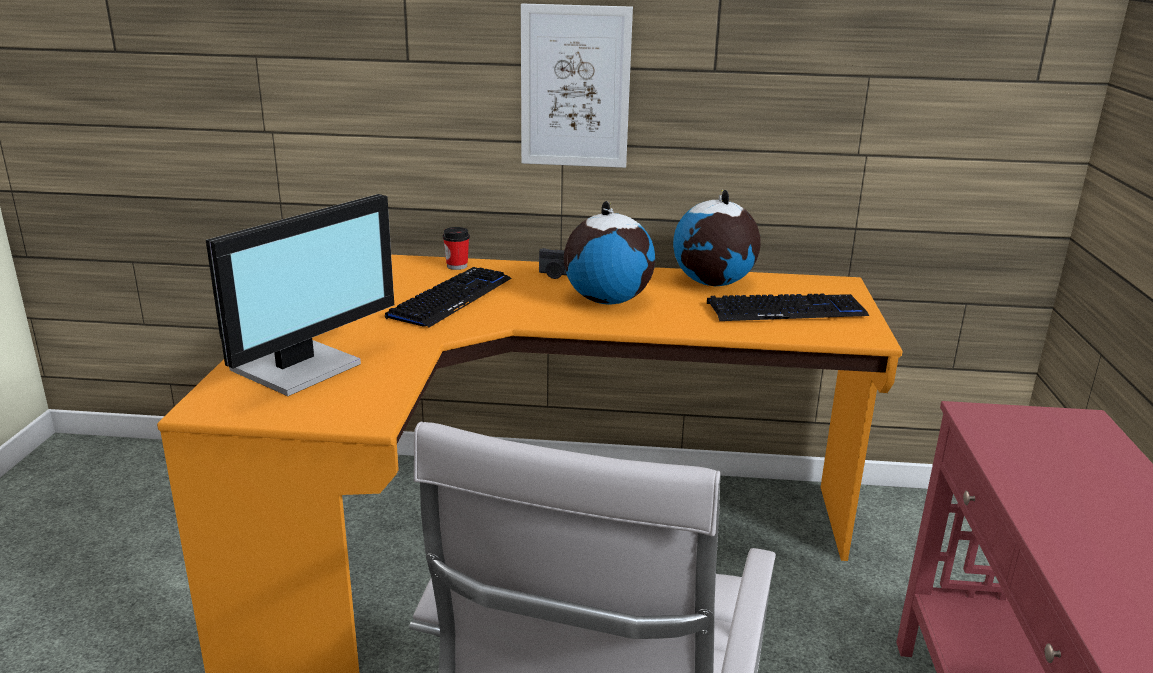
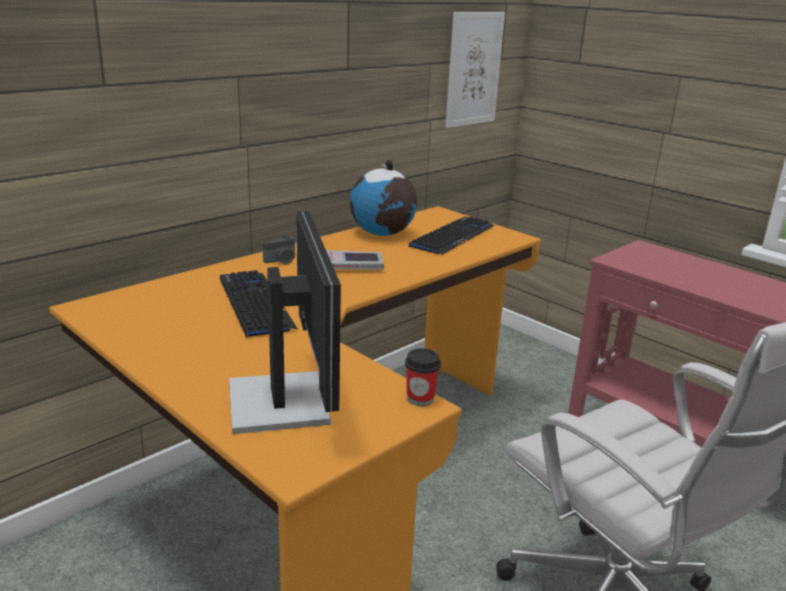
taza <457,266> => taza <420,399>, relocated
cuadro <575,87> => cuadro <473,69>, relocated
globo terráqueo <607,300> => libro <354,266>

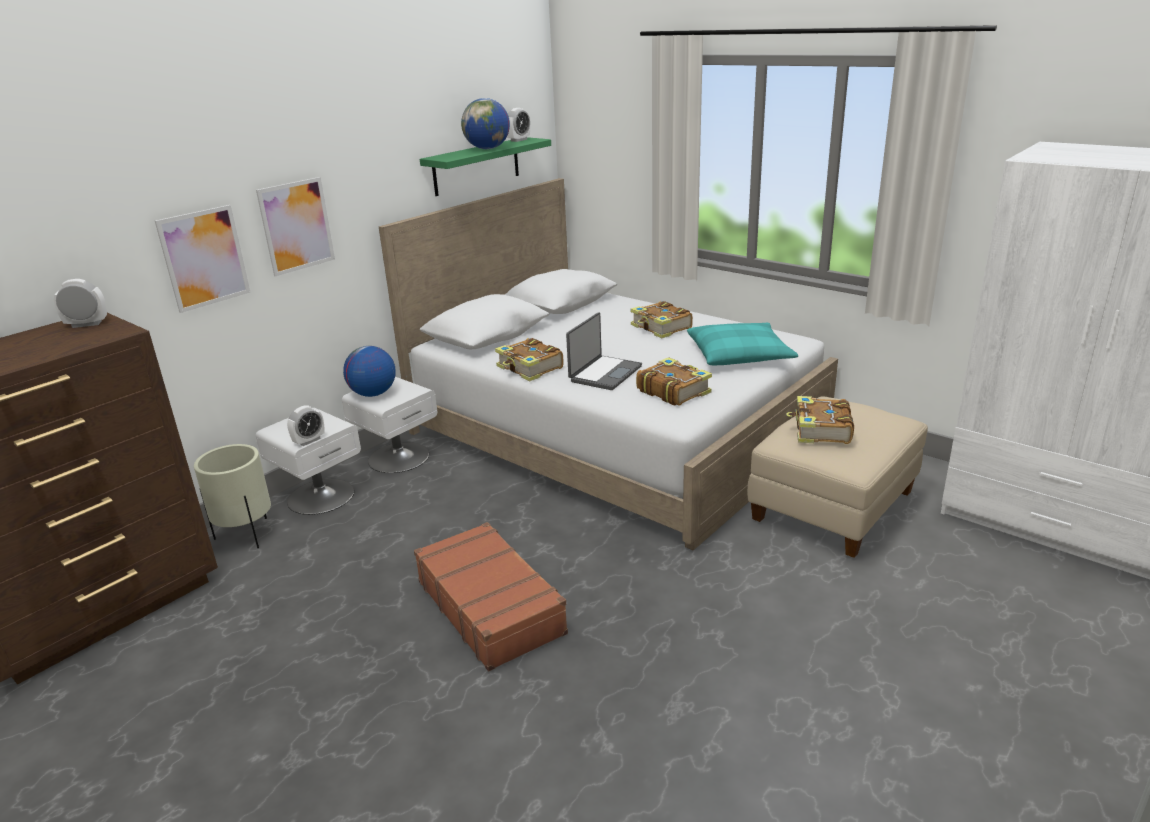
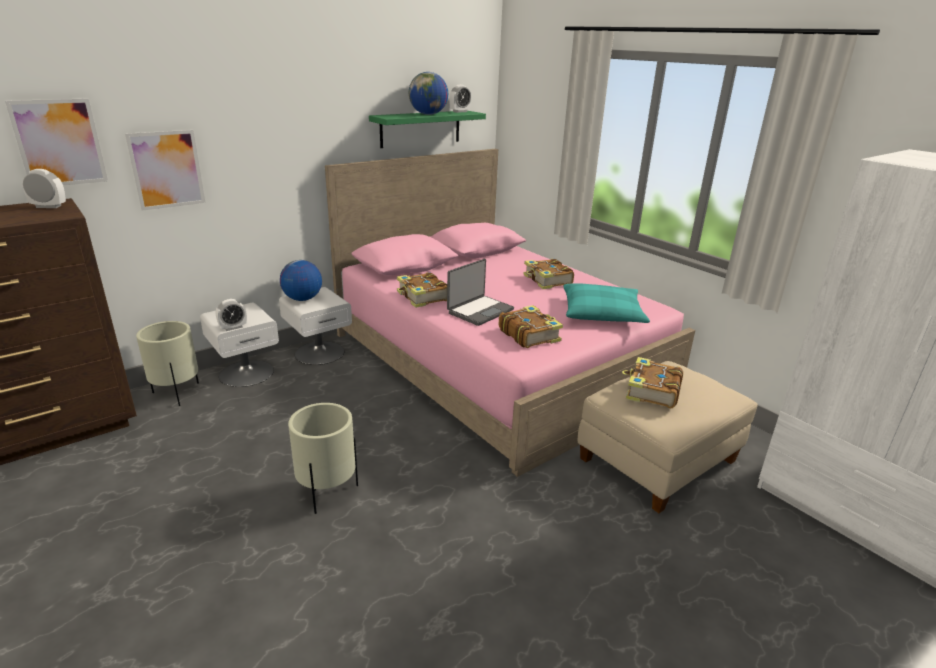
cuadro <296,226> => cuadro <59,143>, relocated
maleta [marrón] <491,606> => maceta [beis] <327,492>
cama [blanco] <616,431> => cama [rosa] <498,361>

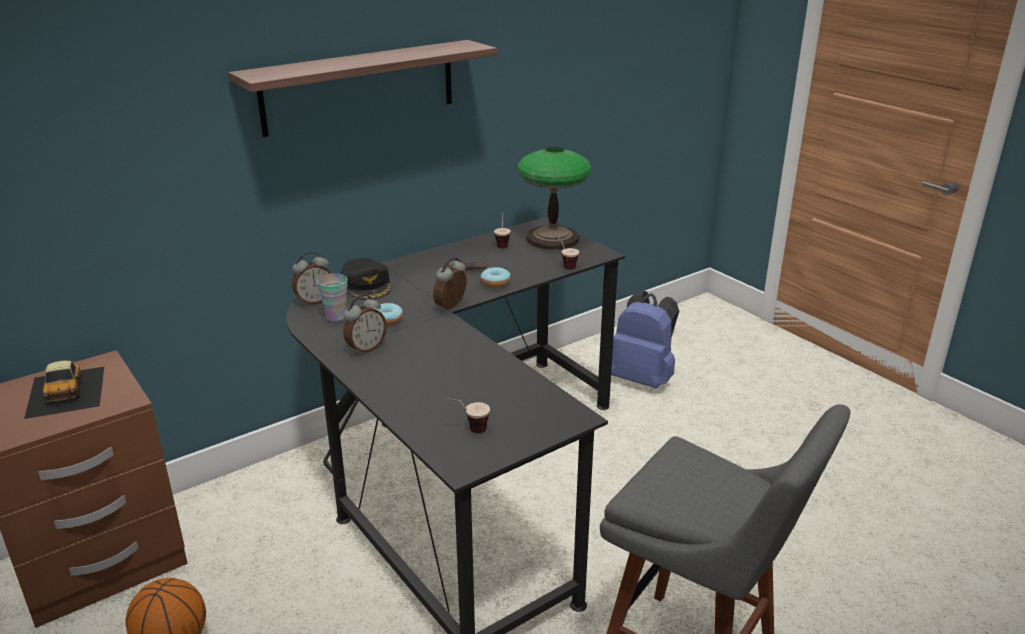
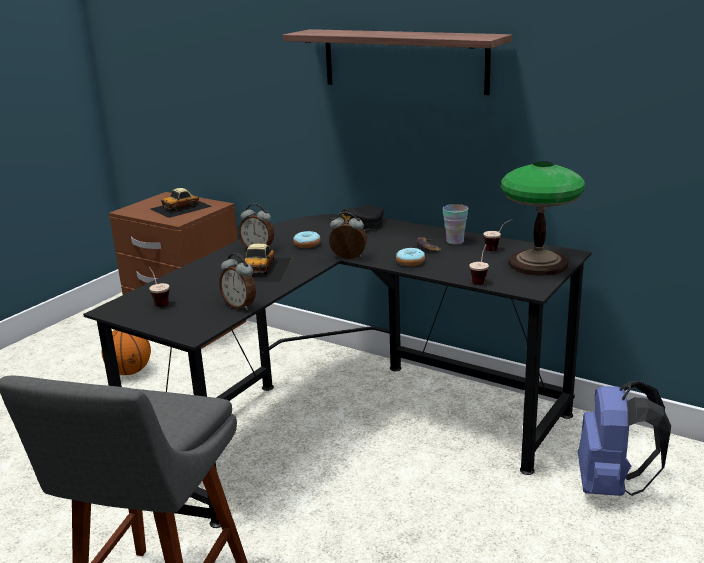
nothing => coche de juguete <260,268>
despertador <315,301> => despertador <240,306>, relocated
taza <336,317> => taza <455,241>, relocated

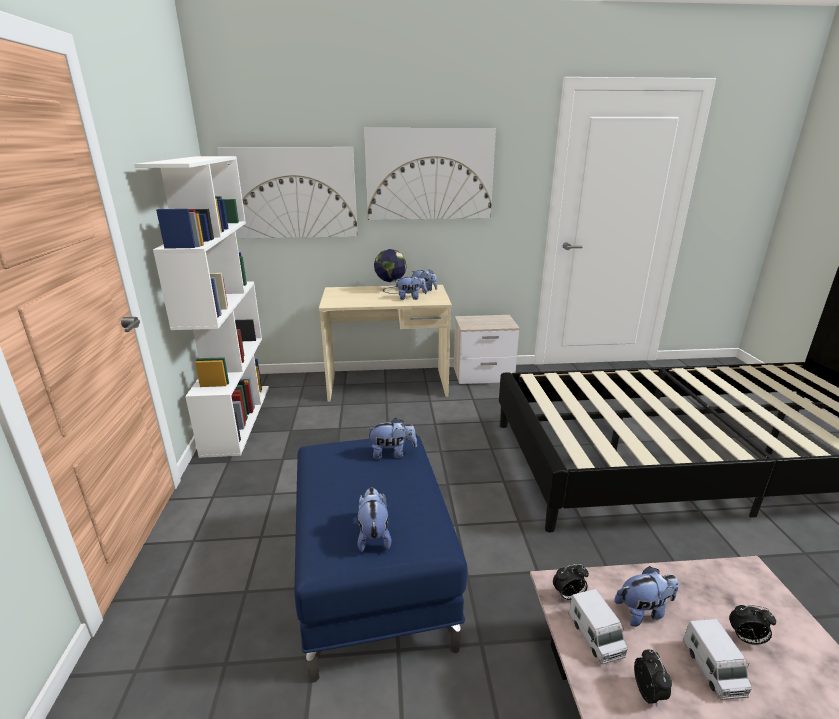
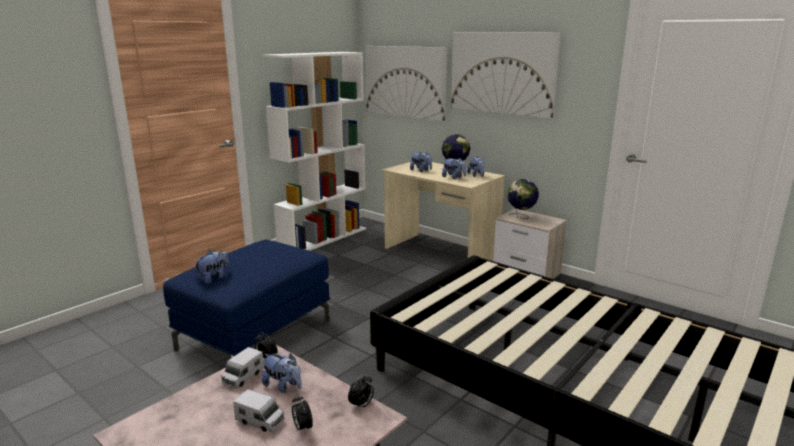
nothing => globo terráqueo <521,217>
peluche <392,453> => peluche <421,170>, relocated
despertador <648,693> => despertador <361,405>, relocated
camión de juguete <713,669> => camión de juguete <260,421>, 105 degrees counterclockwise

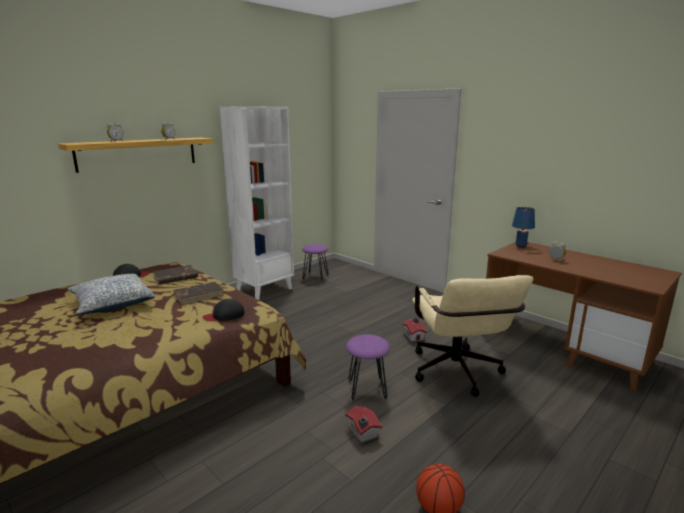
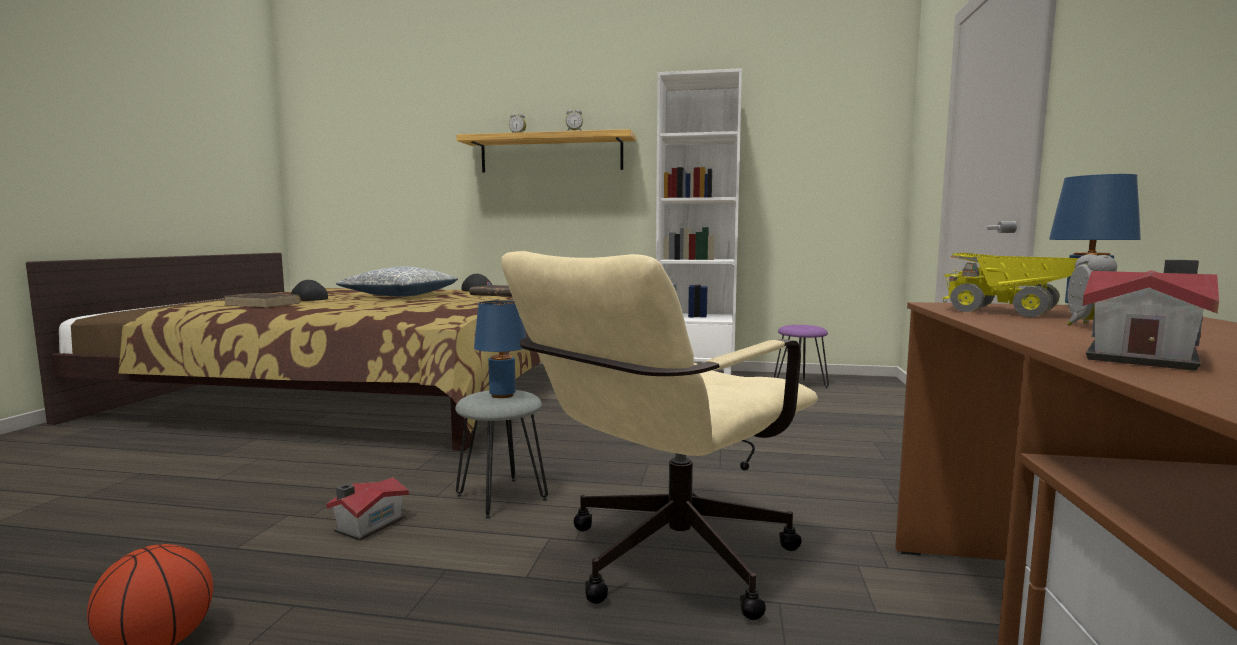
nothing => lámpara de mesa [azul] <501,395>
nothing => camión de juguete <1010,312>
libro [marrón] <199,295> => libro [marrón] <263,304>, relocated
gorra [negro] <224,315> => gorra [negro] <307,299>, relocated
casita <414,336> => casita <1146,356>, relocated
taburete [morado] <367,390> => taburete [gris] <502,498>

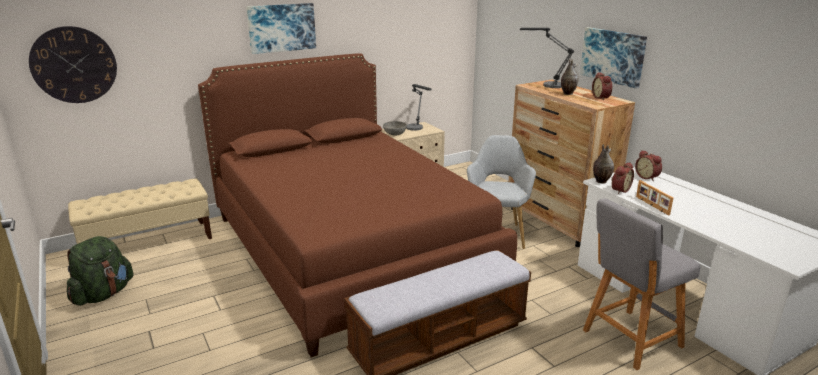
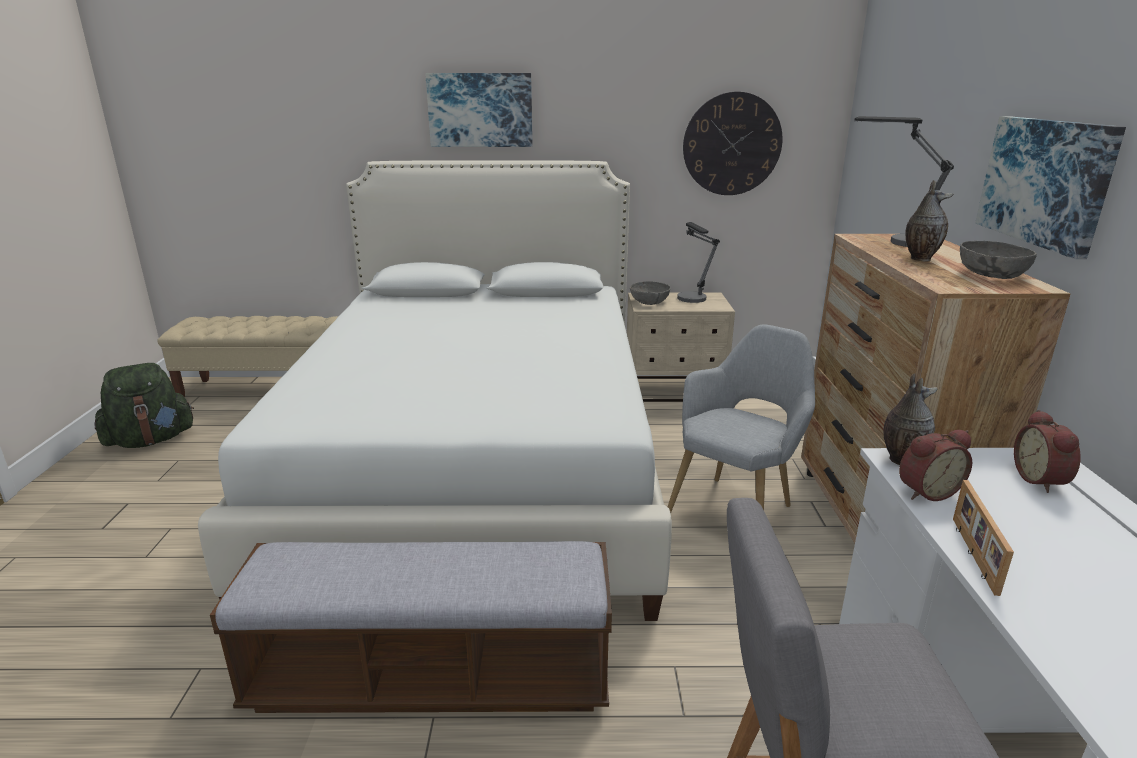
reloj de pared <74,65> => reloj de pared <732,144>, relocated
despertador <601,98> => cuenco [gris] <991,275>
cama [marrón] <350,248> => cama [blanco] <479,466>

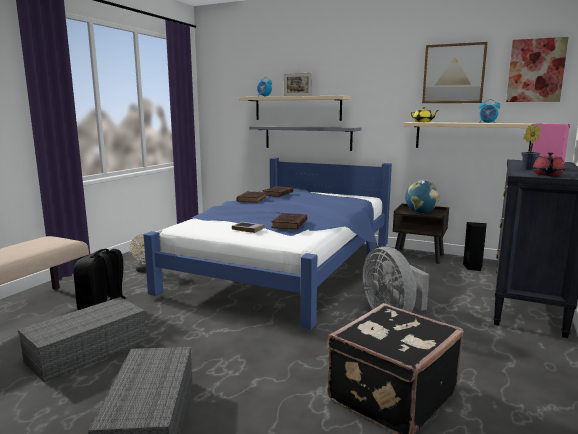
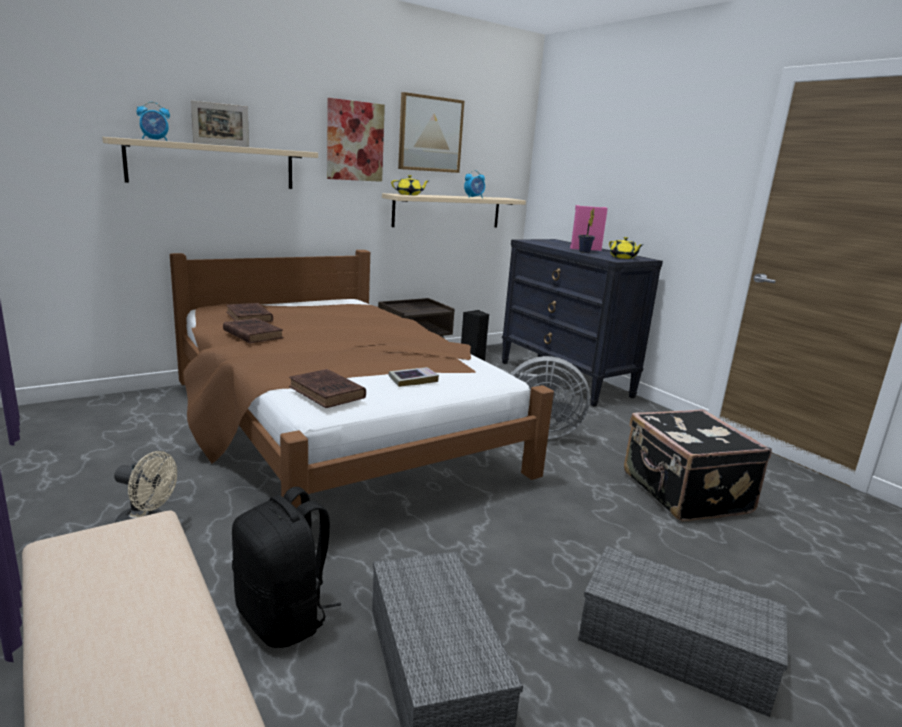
estante [gris] <307,137> => nothing
globo terráqueo <420,212> => nothing
libro [marrón] <289,224> => libro [marrón] <328,393>, relocated
cuadro <536,70> => cuadro <355,141>, relocated
cama [azul] <285,268> => cama [marrón] <336,429>
tetera [rojo] <547,174> => tetera [amarillo] <623,257>

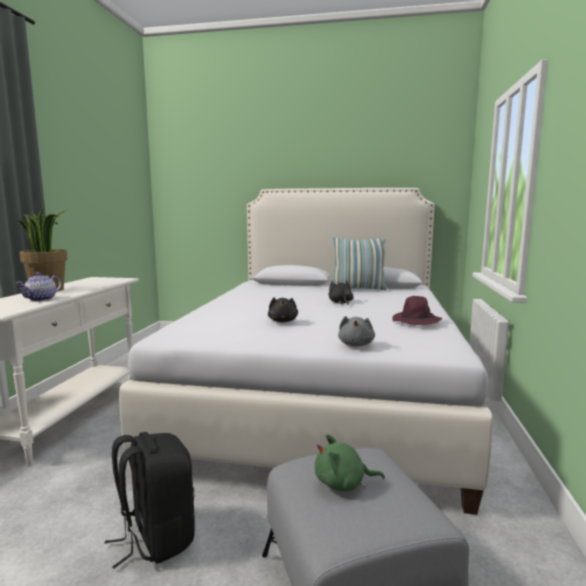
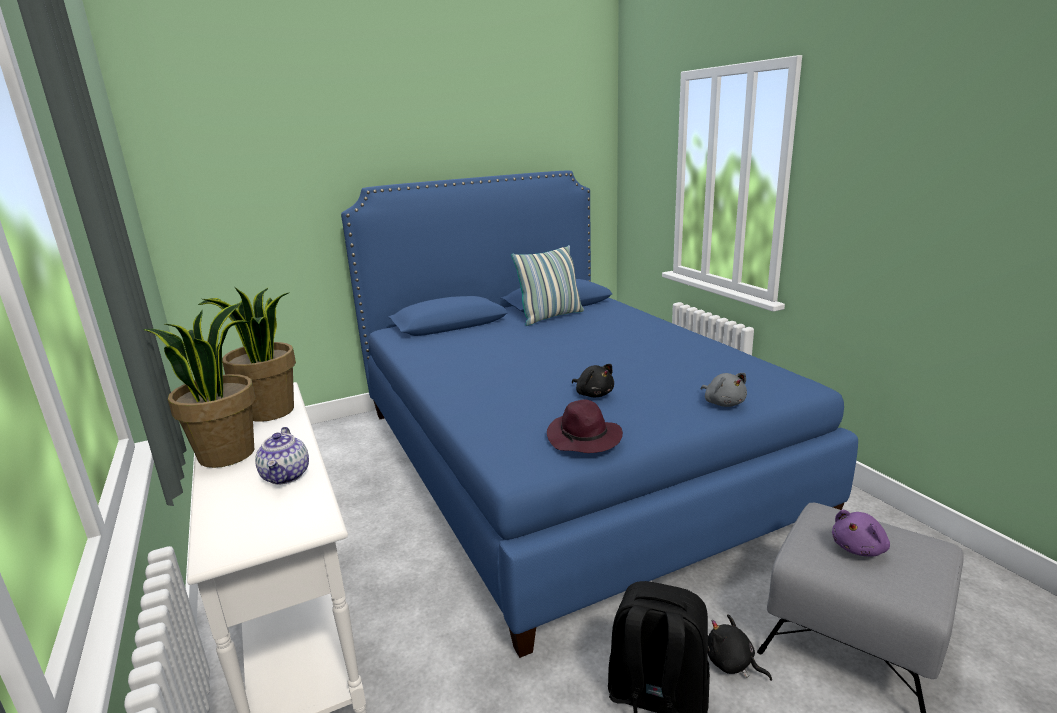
nothing => planta en maceta <270,412>
peluche [negro] <340,303> => peluche [negro] <732,663>, relocated
sombrero [morado] <416,321> => sombrero [morado] <584,438>, relocated
cama [blanco] <320,392> => cama [azul] <562,459>
peluche [verde] <343,484> => peluche [morado] <859,548>

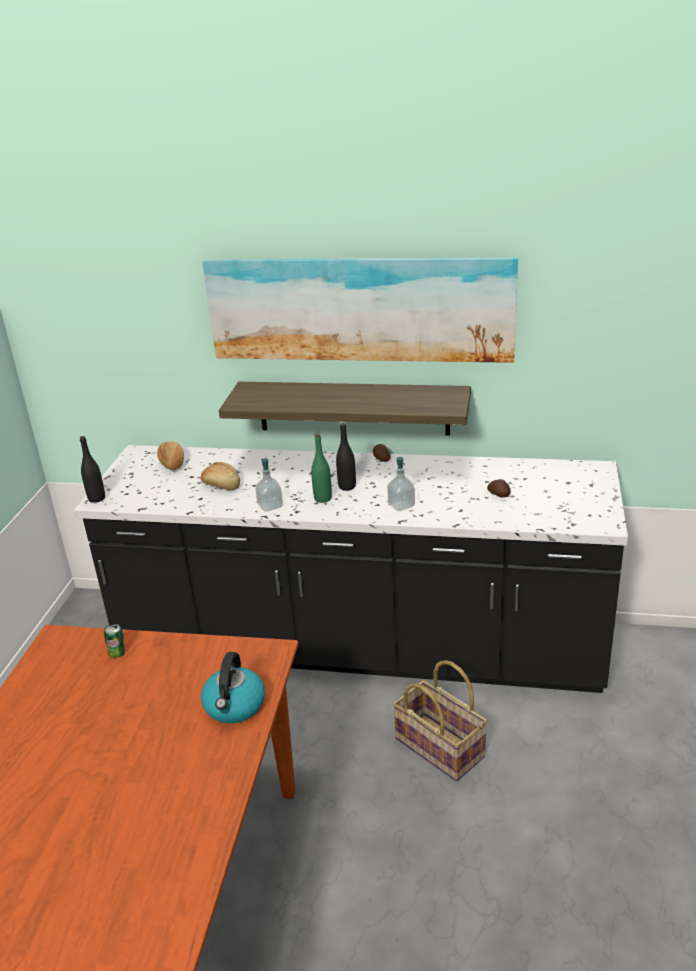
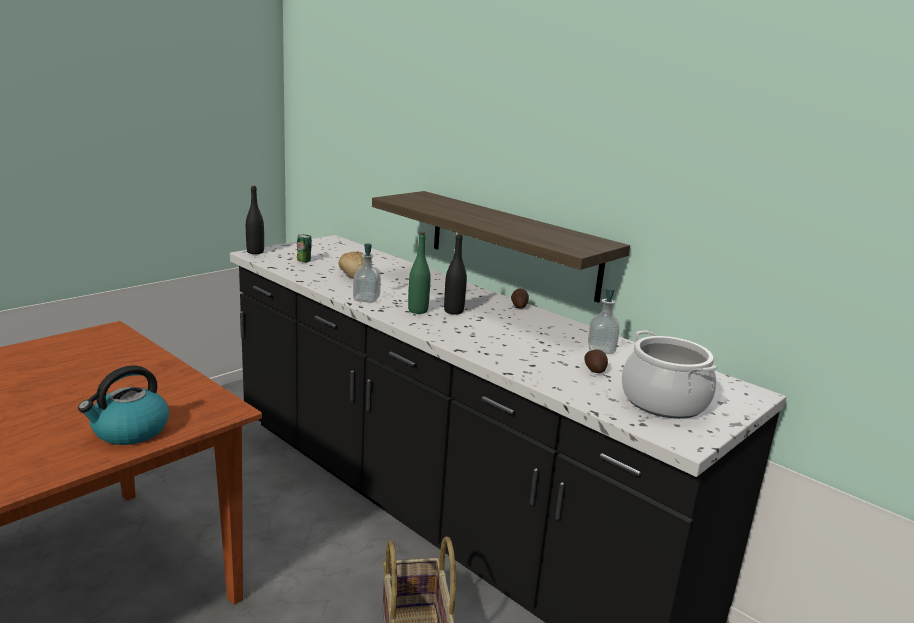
pan <172,463> => nothing
cuadro <359,308> => nothing
nothing => olla <664,401>
lata <117,653> => lata <304,261>, relocated
dispensador de jabón <401,505> => dispensador de jabón <601,349>, relocated

